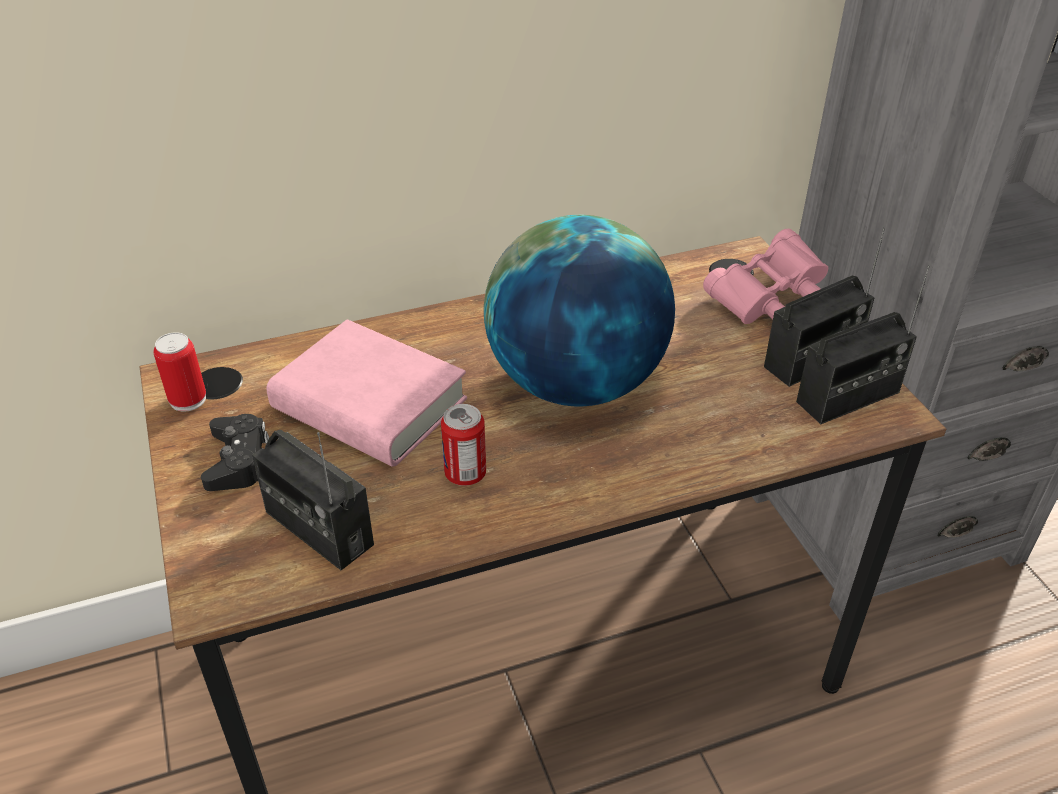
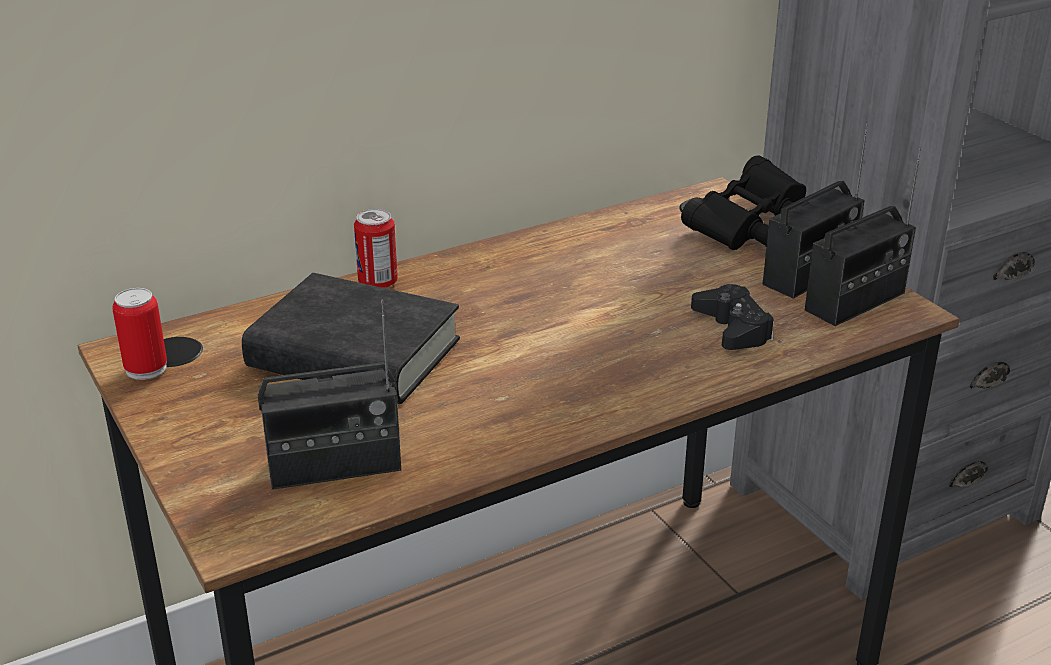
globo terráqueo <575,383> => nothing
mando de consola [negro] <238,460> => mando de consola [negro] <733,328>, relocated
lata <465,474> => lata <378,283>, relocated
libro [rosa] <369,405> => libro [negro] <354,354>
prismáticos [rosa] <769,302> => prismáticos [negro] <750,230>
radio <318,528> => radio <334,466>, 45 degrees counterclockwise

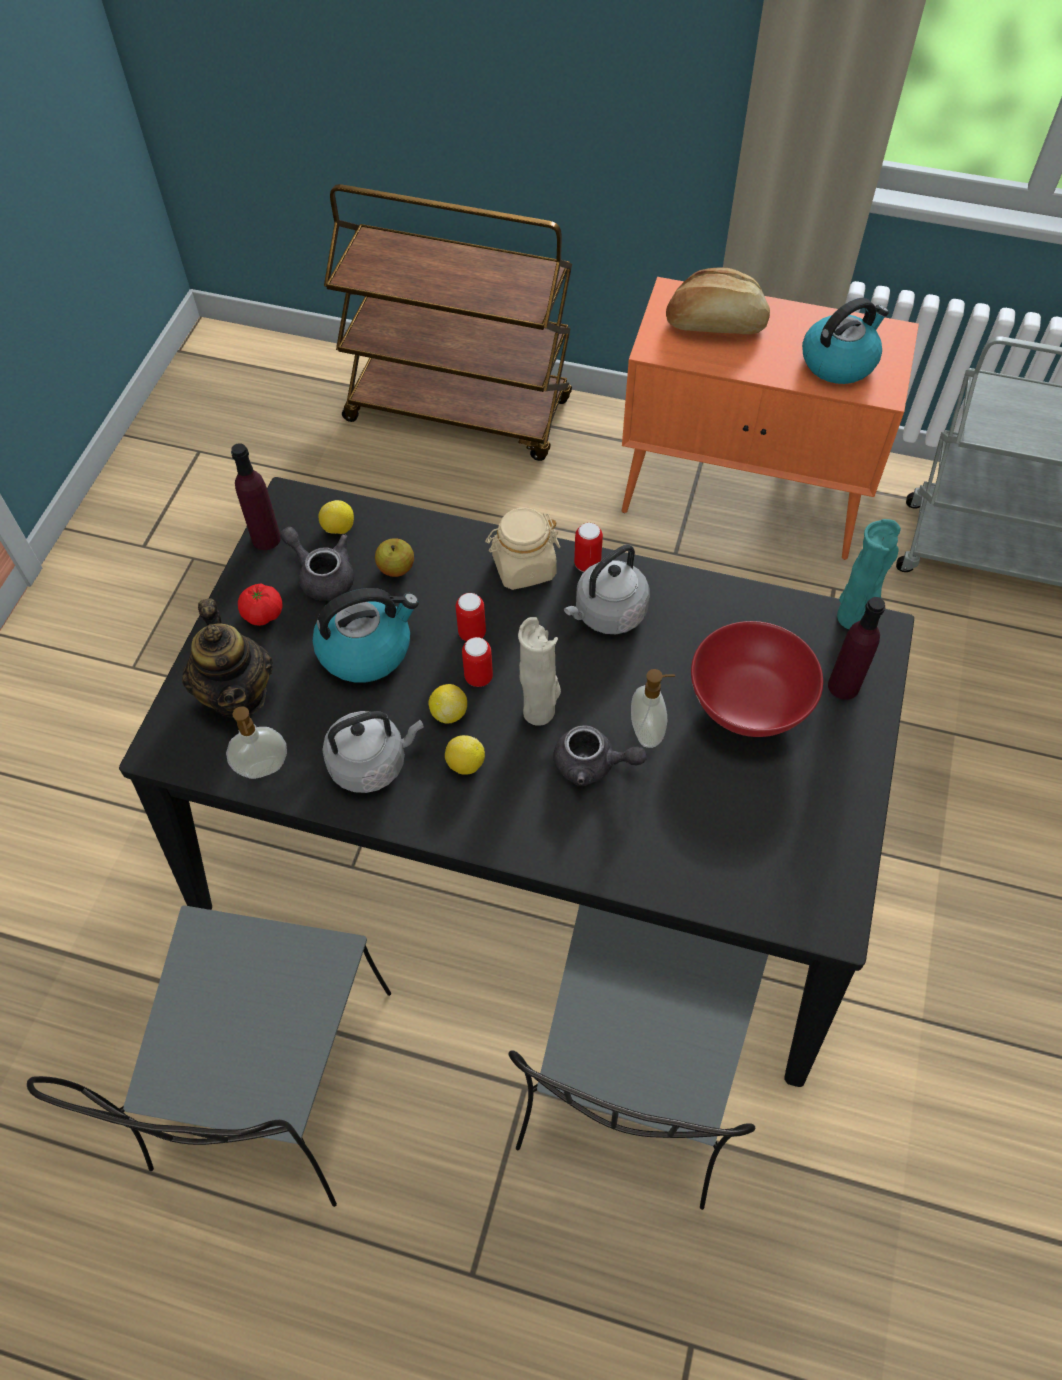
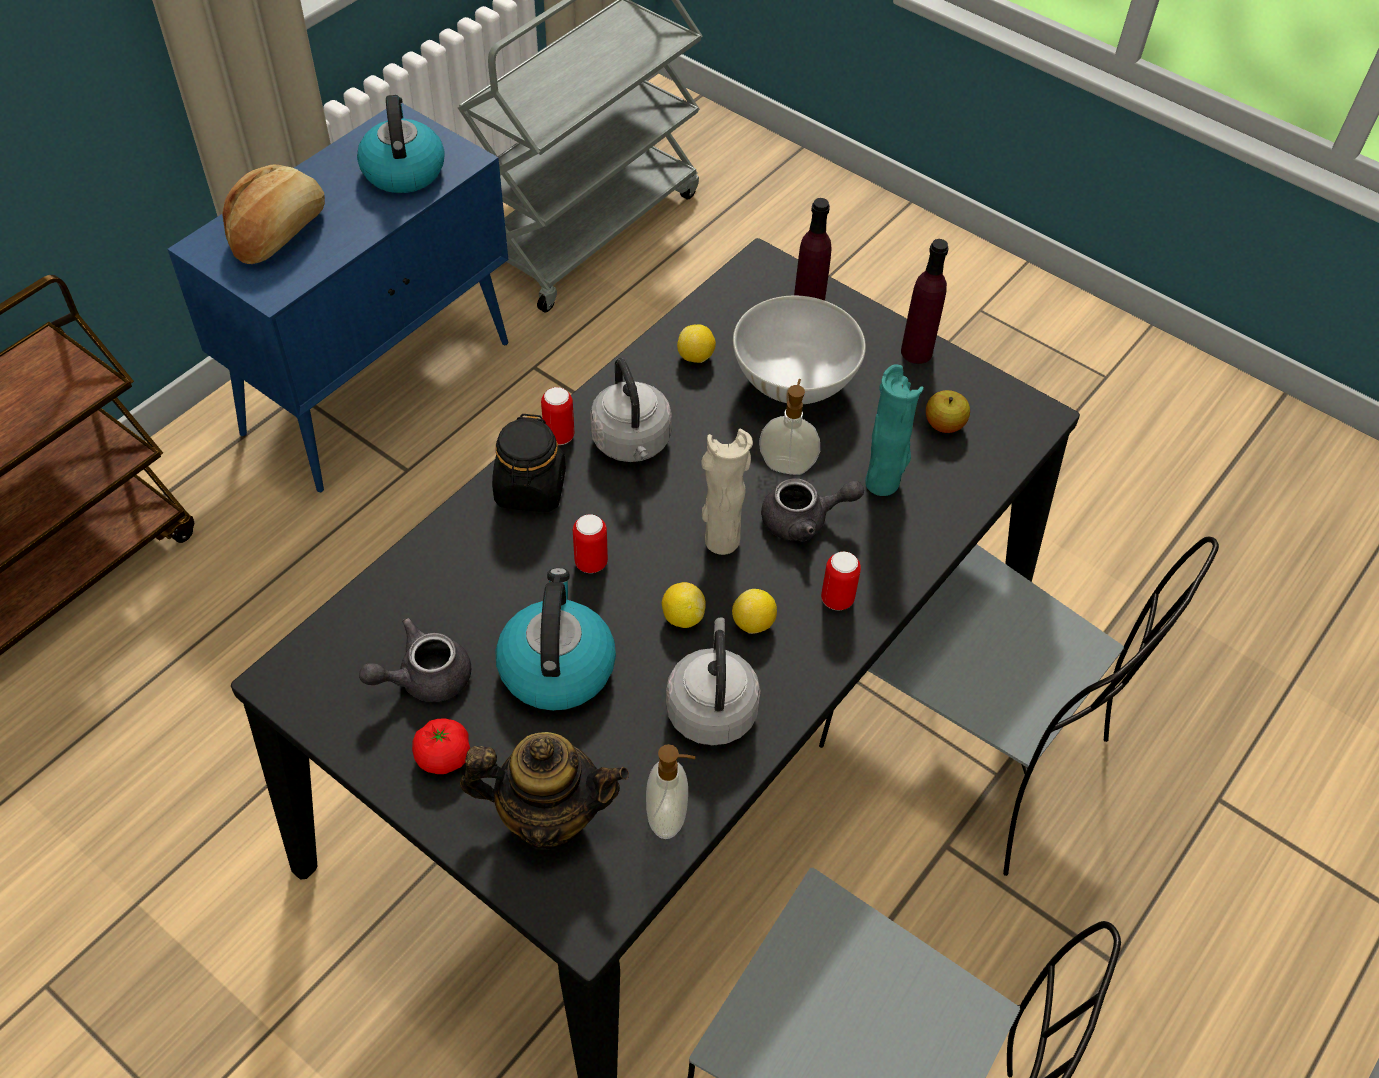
botella [morado] <266,538> => botella [morado] <916,352>, relocated
limón <338,529> => limón <696,357>, relocated
manzana <396,568> => manzana <944,425>, relocated
lata <478,677> => lata <837,599>, relocated
florero [turquesa] <853,619> => florero [turquesa] <883,483>, relocated
tarro [beis] <523,567> => tarro [negro] <530,489>
armario [naranja] <744,499> => armario [azul] <380,386>
cuenco [rojo] <749,705> => cuenco [blanco] <794,381>
tetera [gris] <593,765> => tetera [gris] <804,520>, 45 degrees clockwise

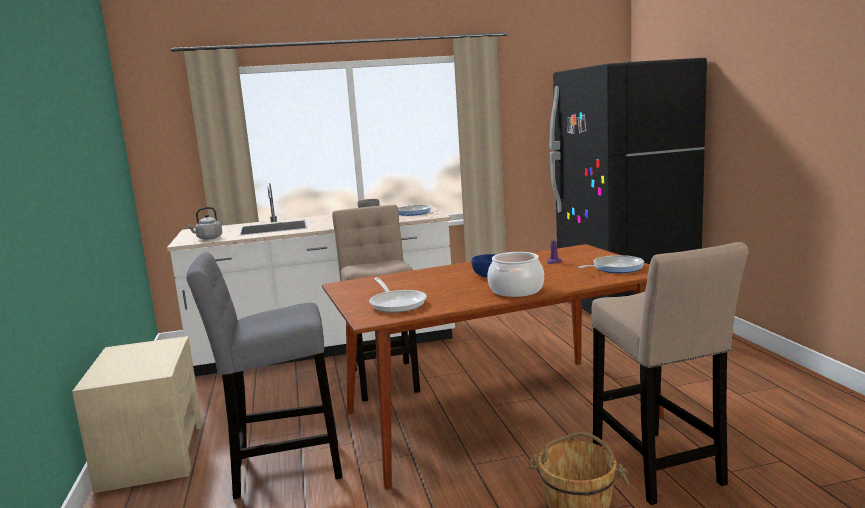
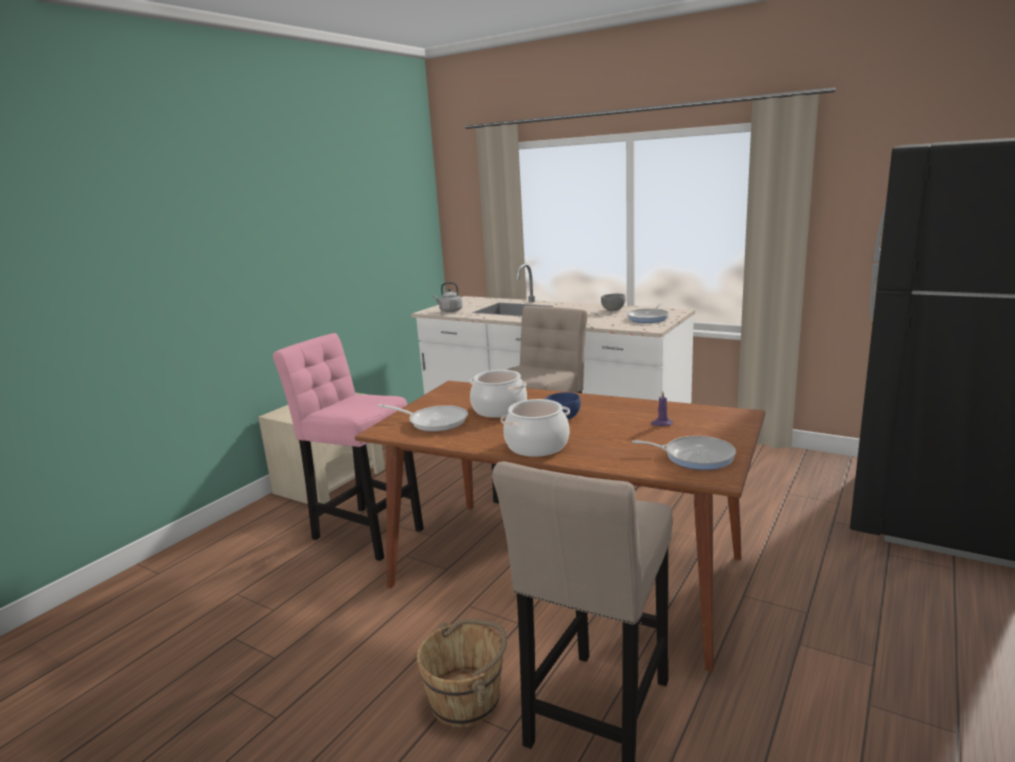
nothing => olla <499,409>
taburete [gris] <281,469> => taburete [rosa] <364,531>
sartén <397,303> => sartén <433,421>, 90 degrees counterclockwise

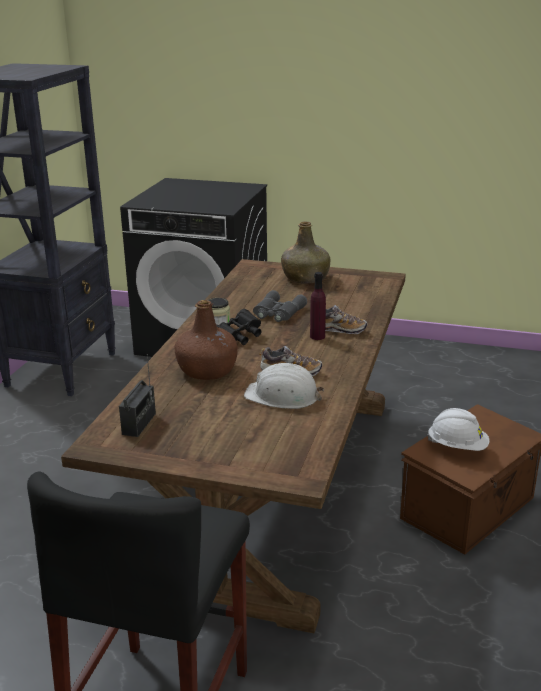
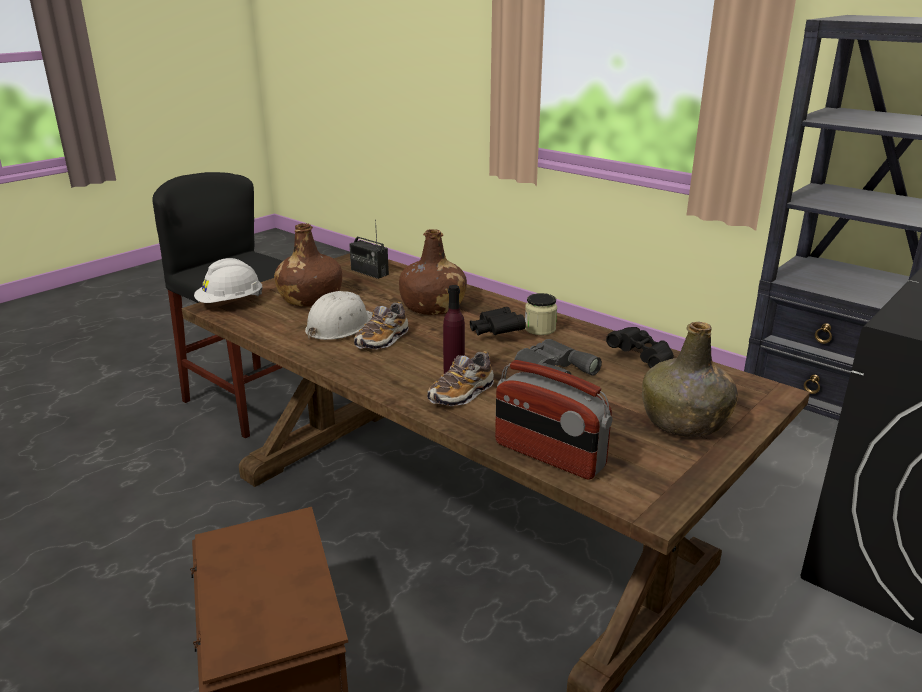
nothing => botella [marrón] <310,299>
nothing => radio <548,456>
nothing => prismáticos [negro] <642,358>
casco [blanco] <457,447> => casco [blanco] <230,303>, relocated

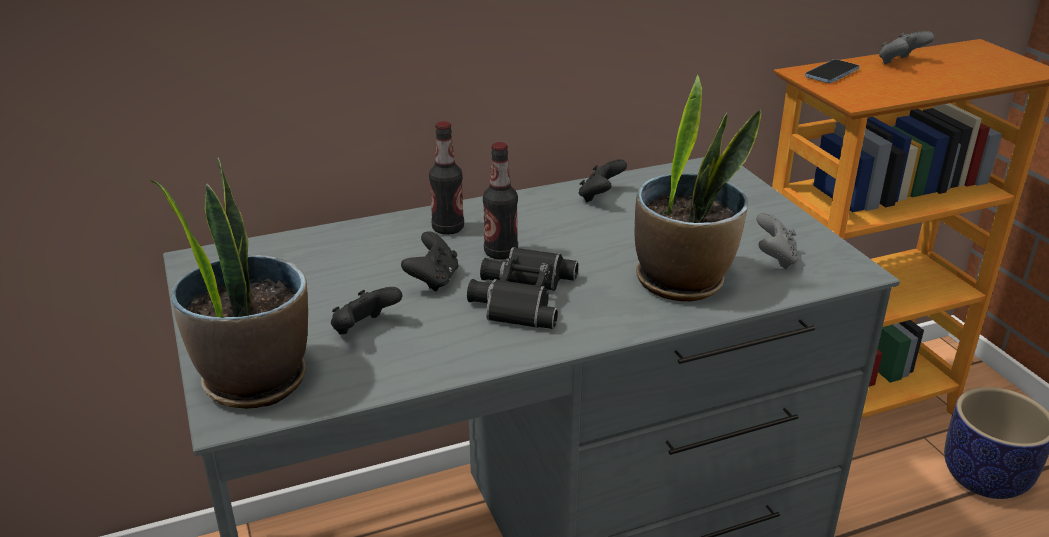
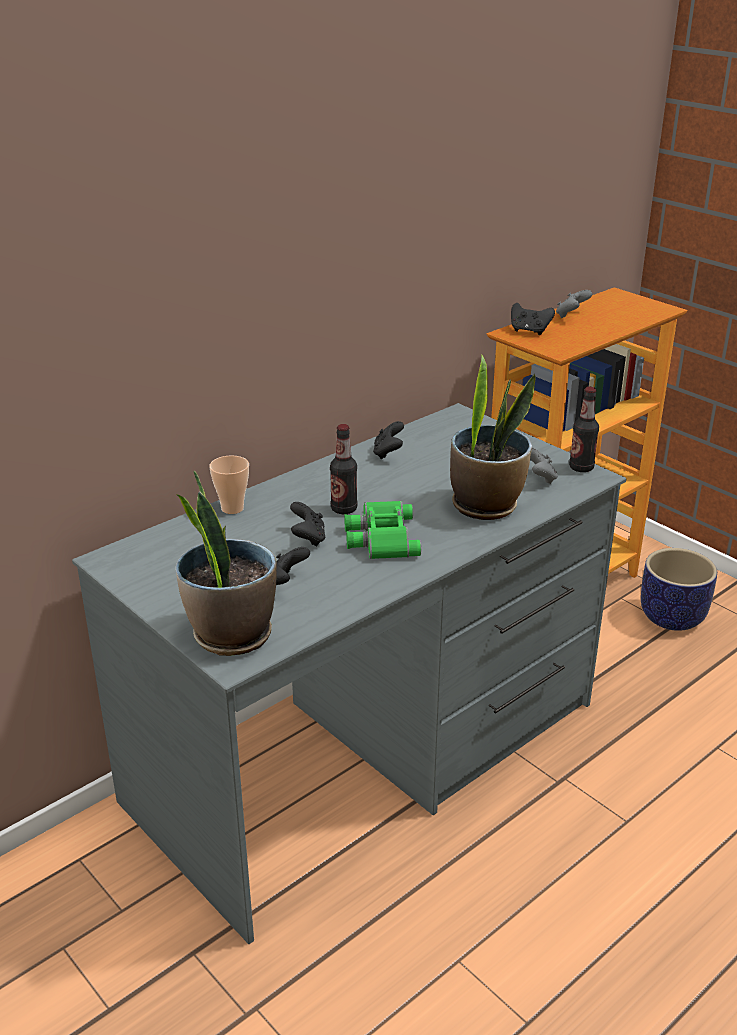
nothing => taza <232,508>
botella <448,228> => botella <581,468>, relocated
móvil <831,73> => mando de consola [negro] <529,331>
prismáticos [negro] <520,296> => prismáticos [verde] <380,537>

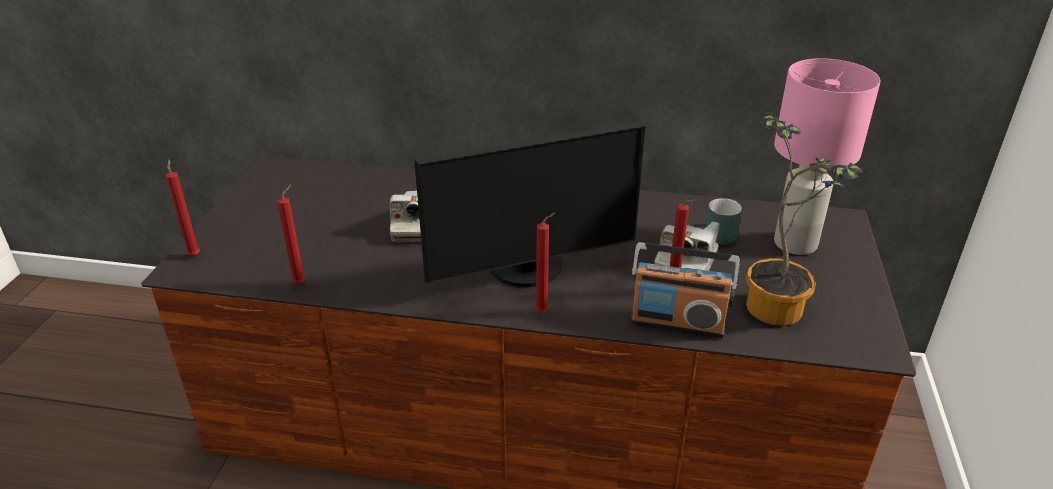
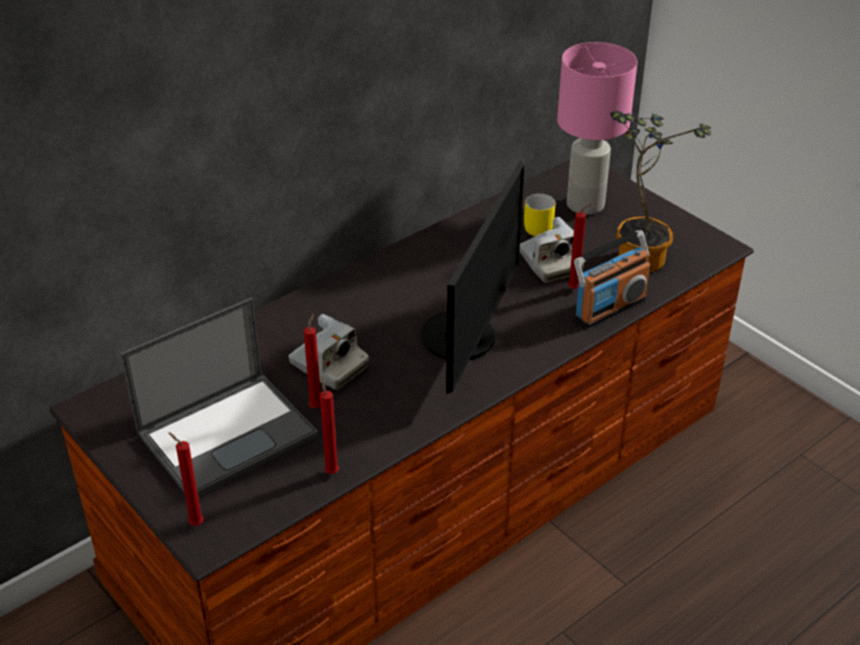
nothing => portátil <228,433>
vela [rojo] <544,311> => vela [rojo] <317,406>, relocated
taza grande [turquesa] <720,233> => taza grande [amarillo] <534,227>

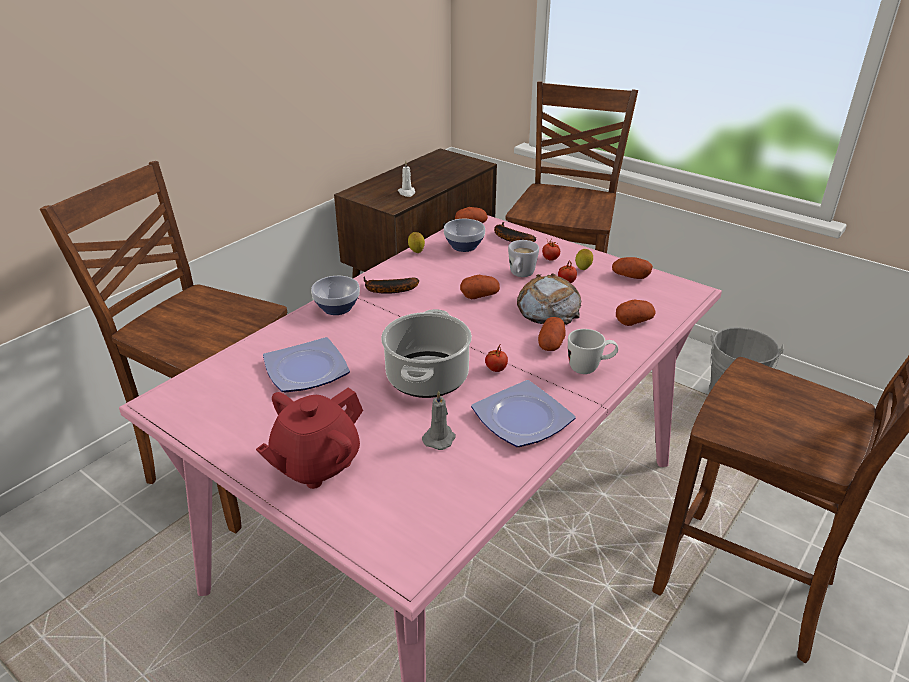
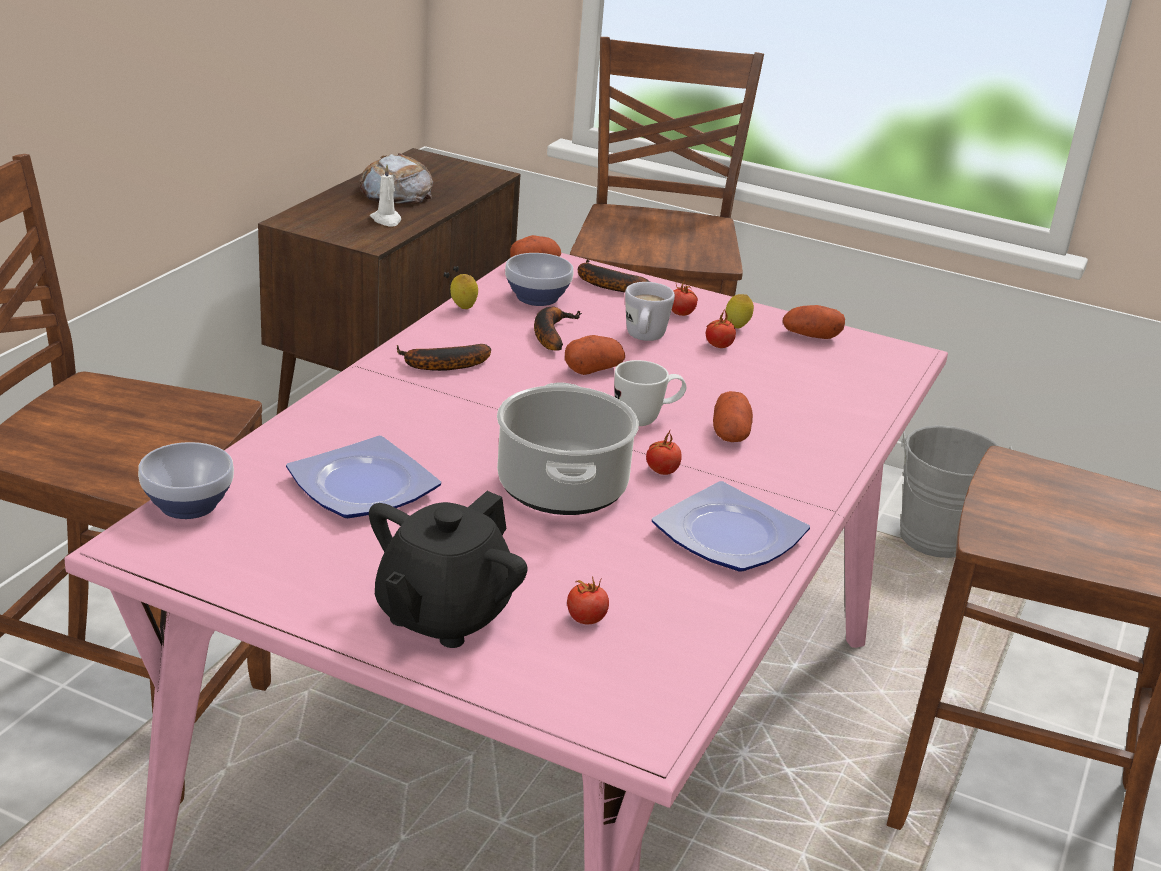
vela [gris] <440,438> => nothing
patata <634,321> => nothing
nothing => plátano <550,333>
nothing => tomate <586,619>
cuenco <338,308> => cuenco <190,506>, relocated
pan <547,308> => pan <395,192>, relocated
taza grande [blanco] <590,368> => taza grande [blanco] <646,419>, relocated
tetera [rojo] <316,464> => tetera [negro] <442,615>

